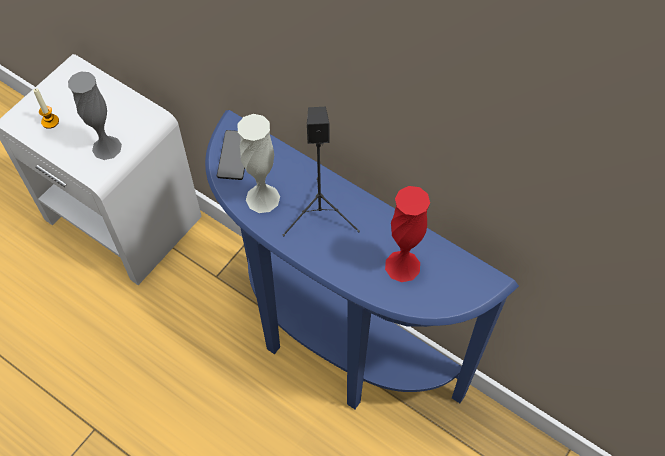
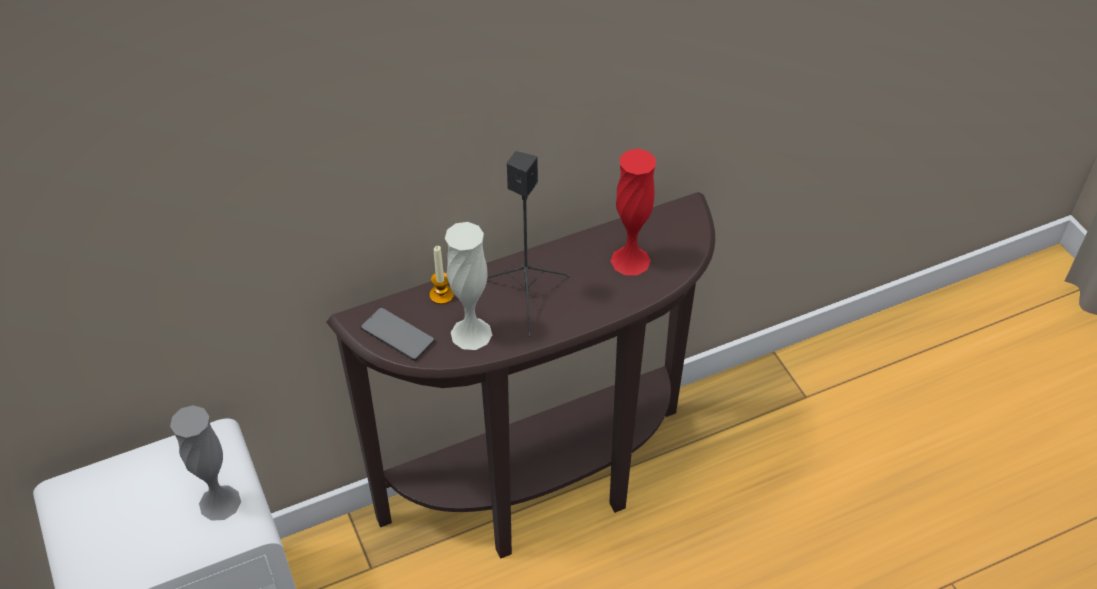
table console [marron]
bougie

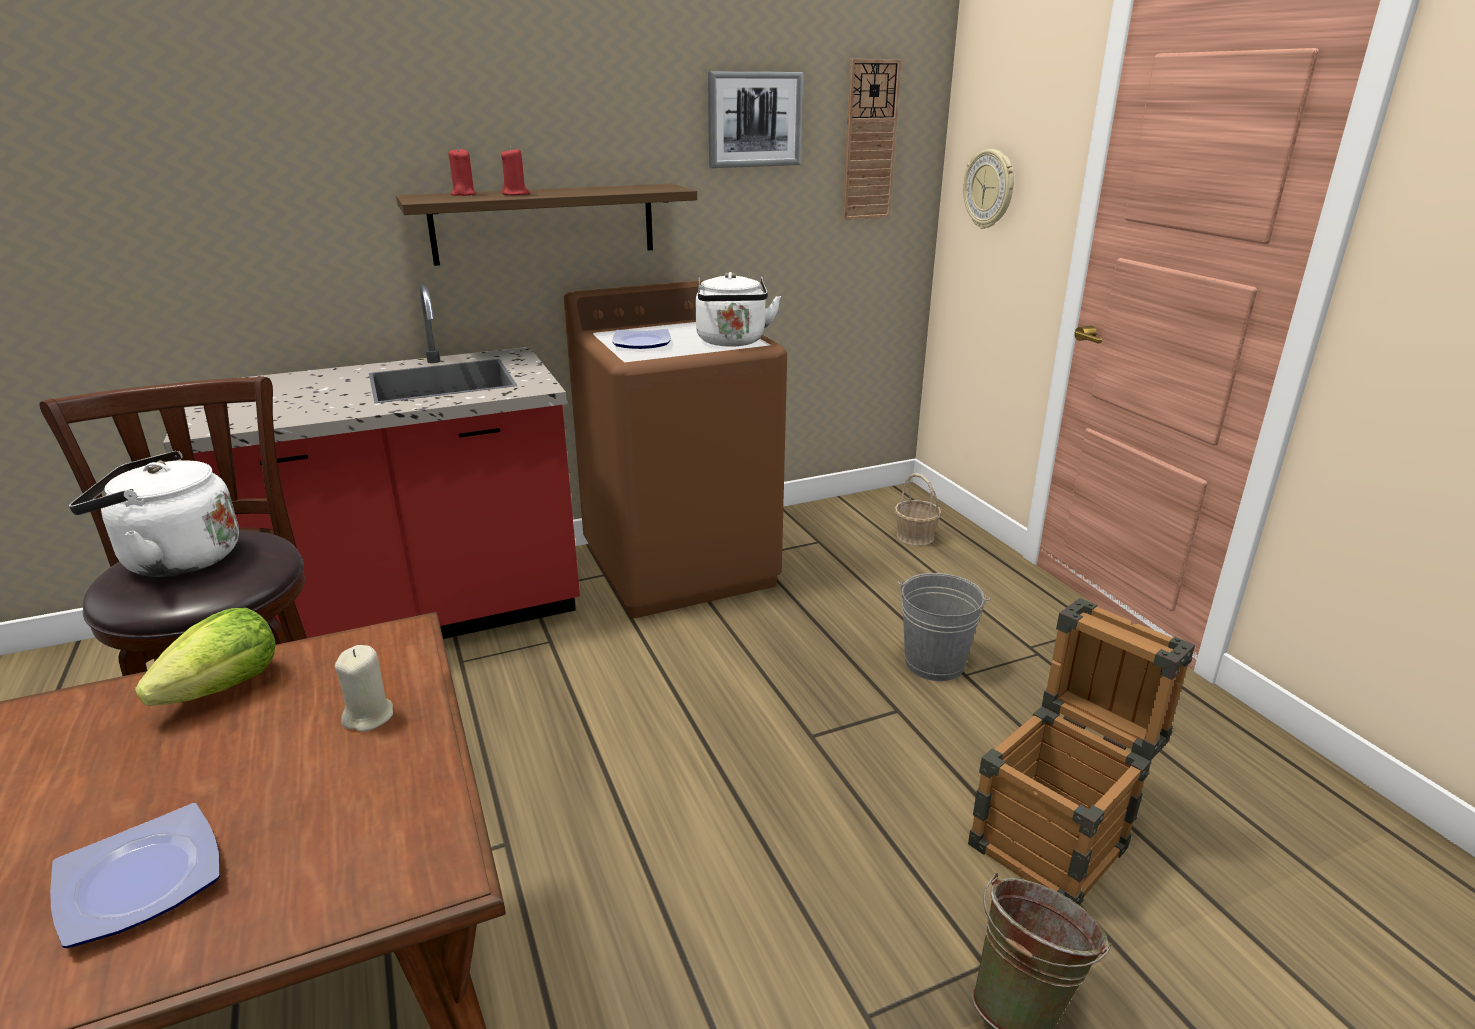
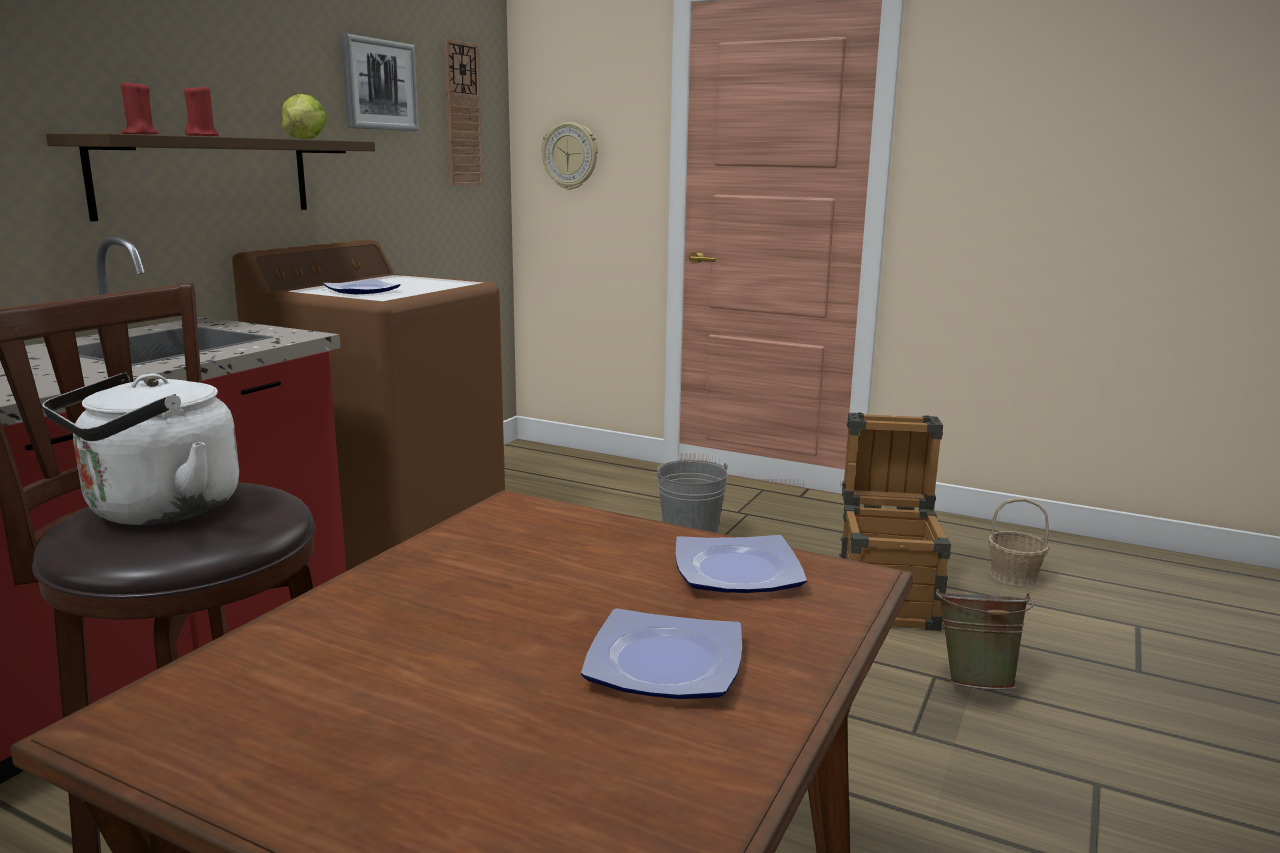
laitue
assiette (3rd from left)
panier
bougie [beige]
bouilloire [blanc] (2nd from left in the first image)

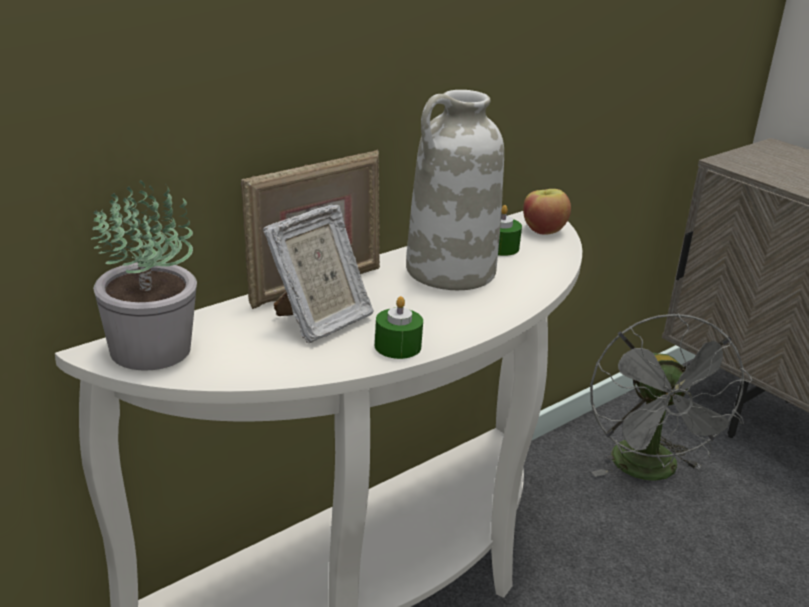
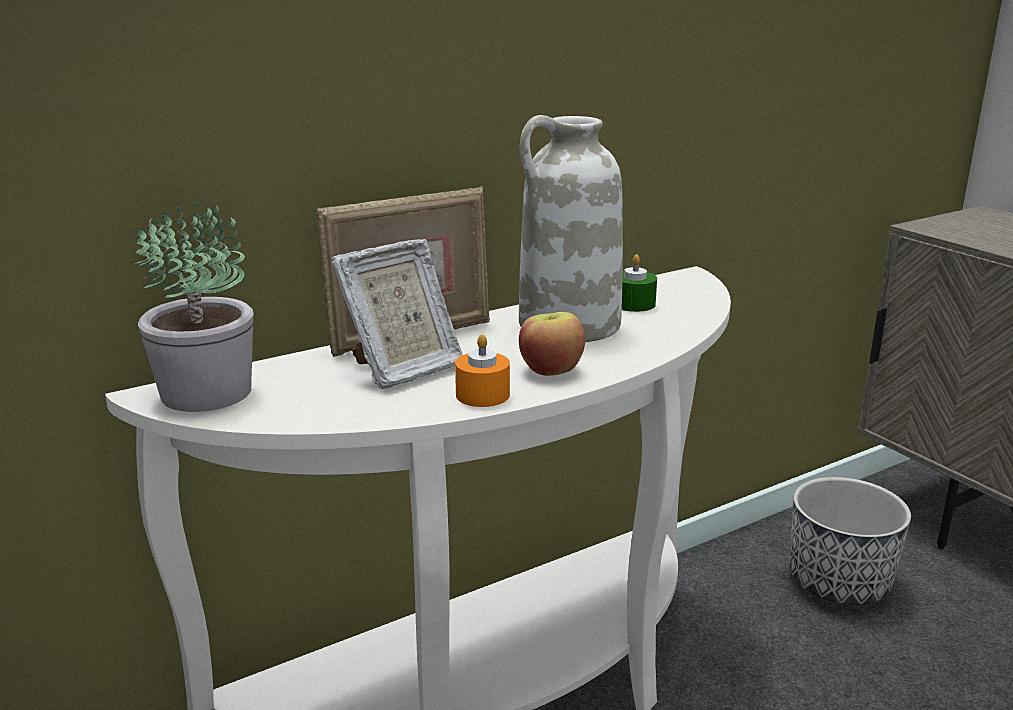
bougie [orange]
pomme
cache-pot

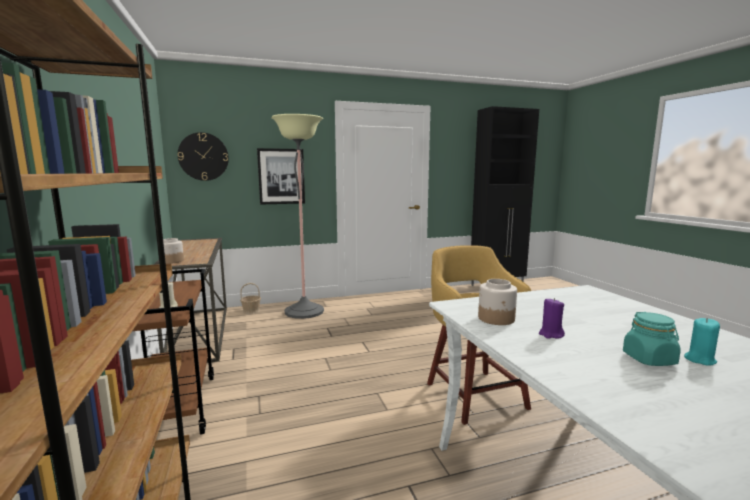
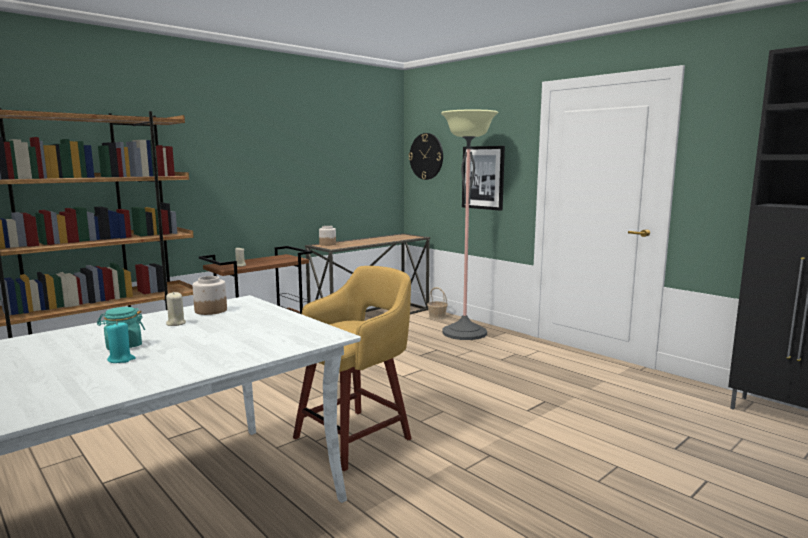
bougie [beige] (1st from left)

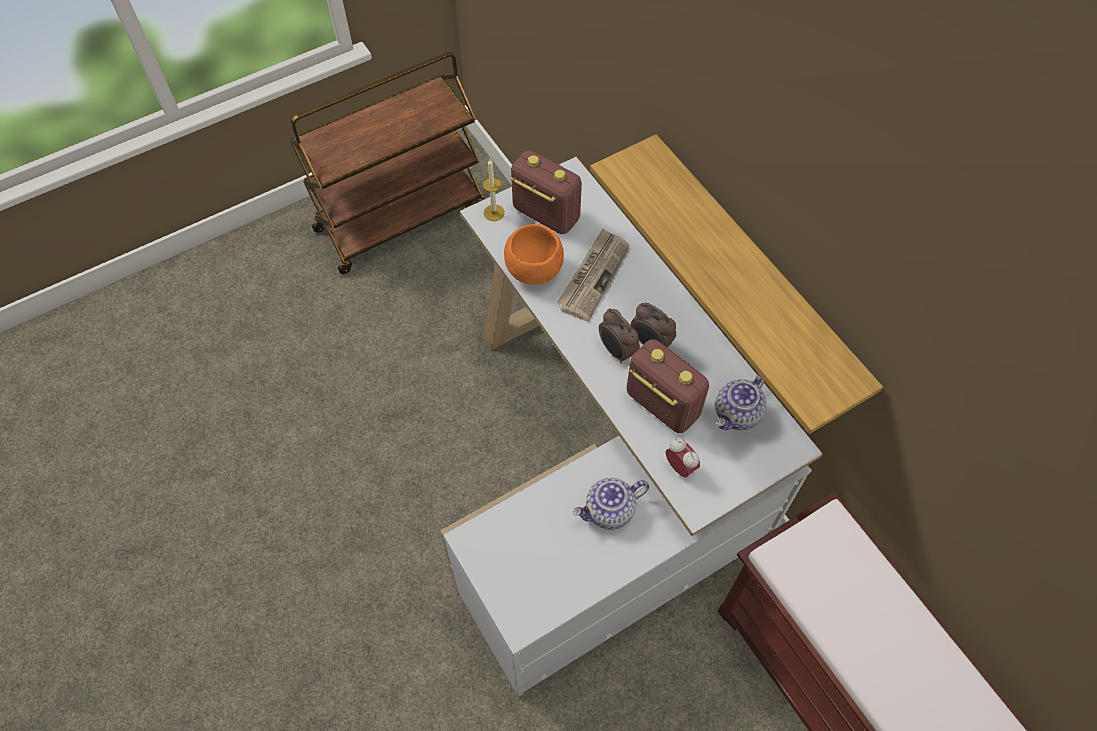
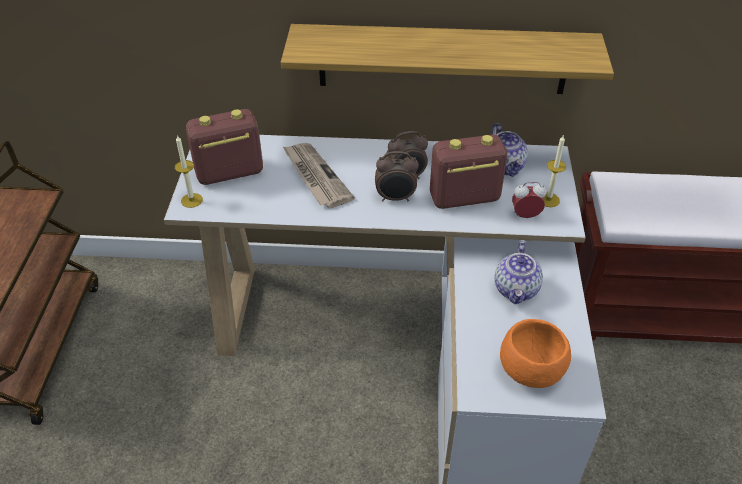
bol [orange]
bougie (2nd from left)

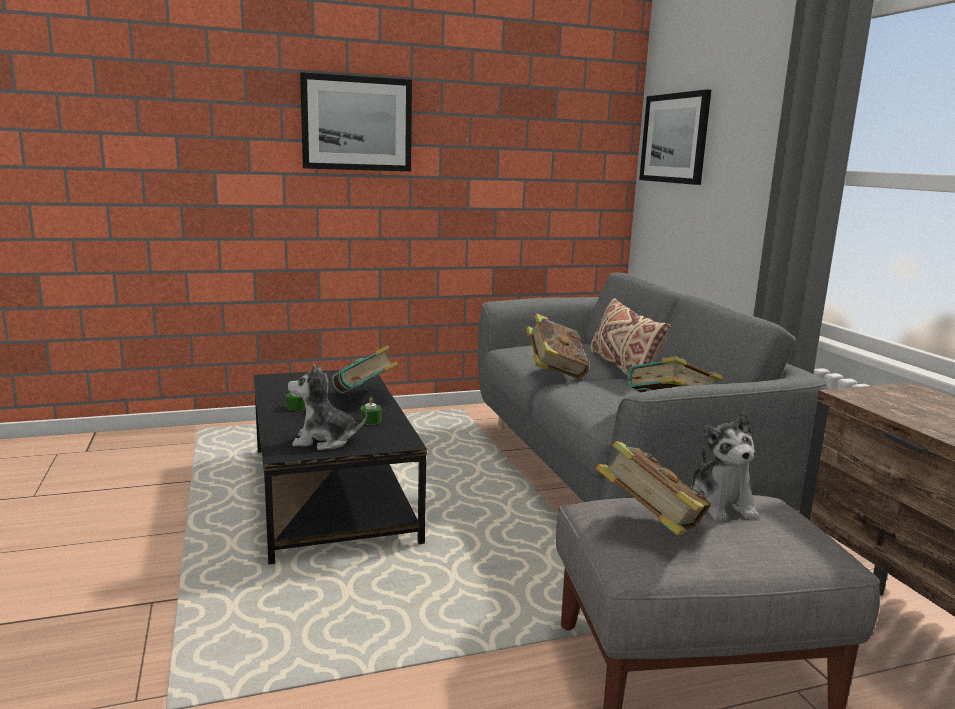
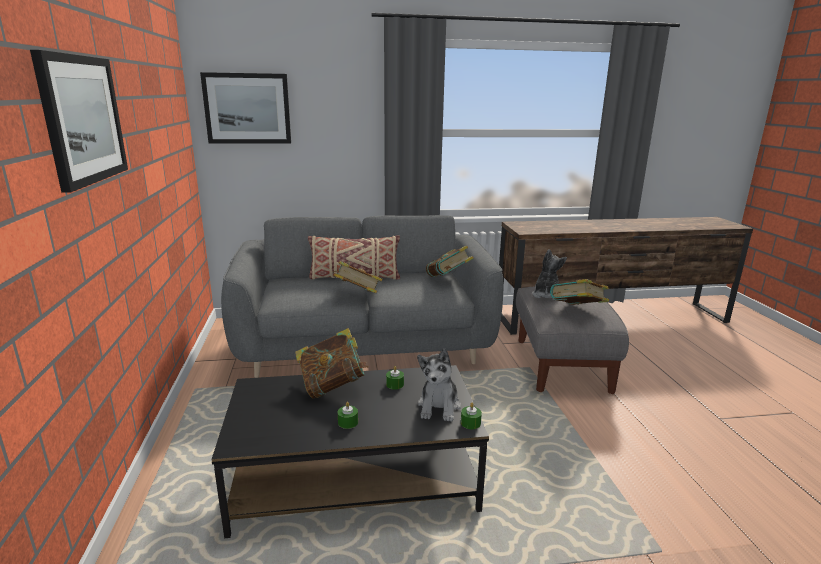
bougie [vert] (3rd from left)
peluche (2nd from left)

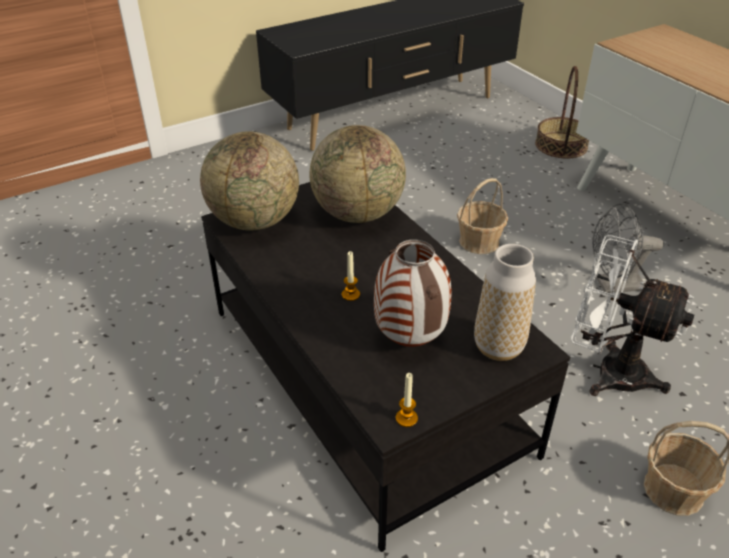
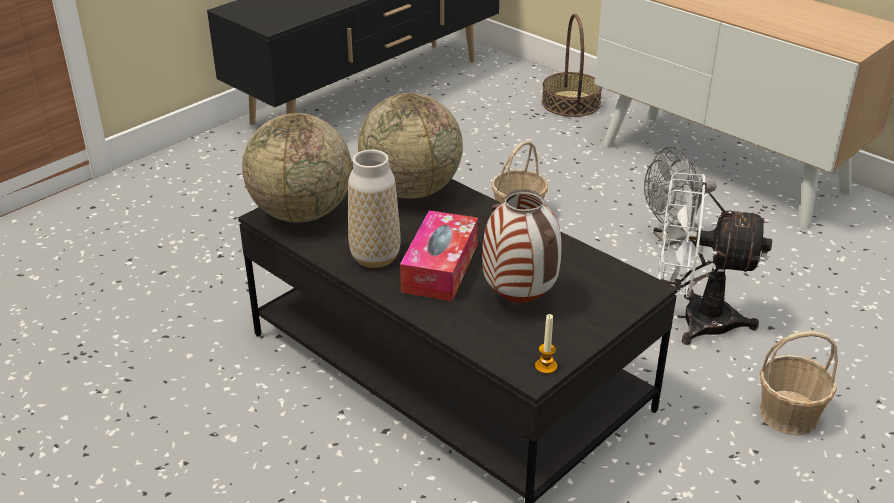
vase (1st from left)
boîte à mouchoirs

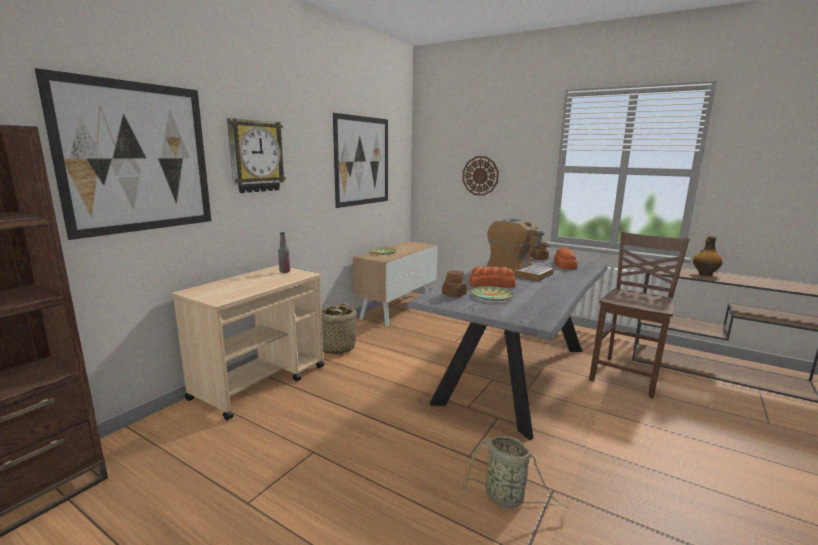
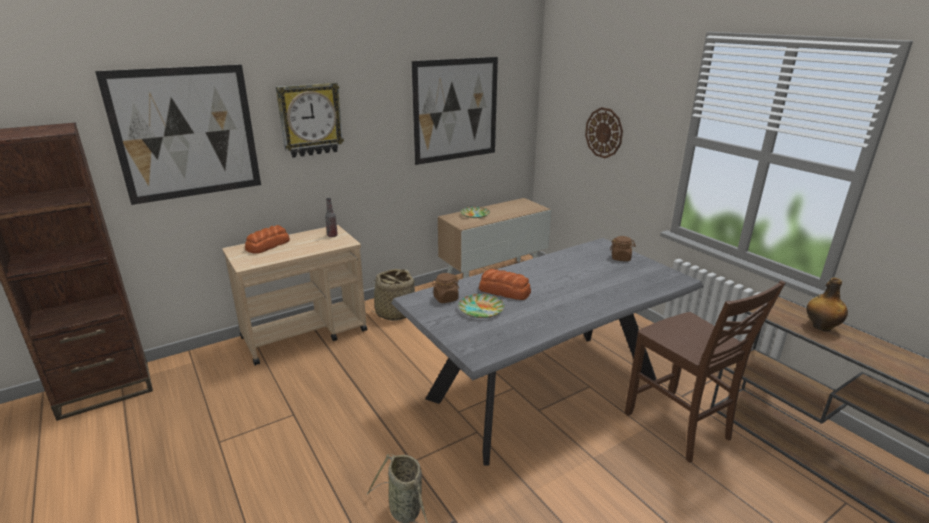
pain (1st from left)
chaise [marron]
machine à café

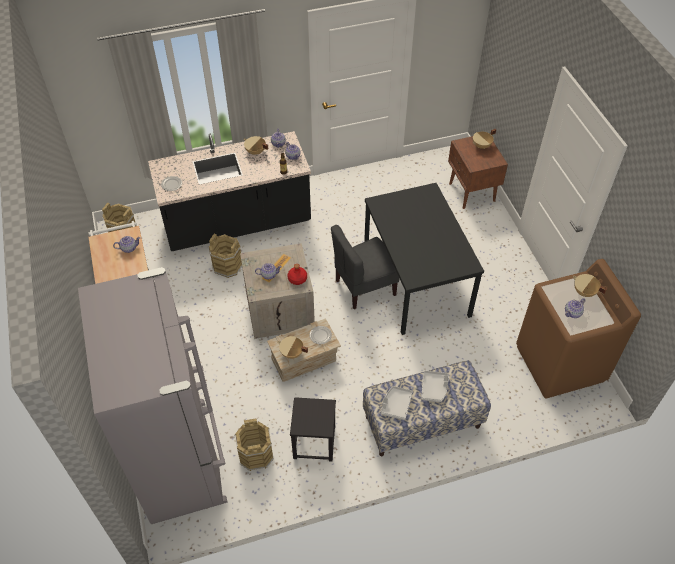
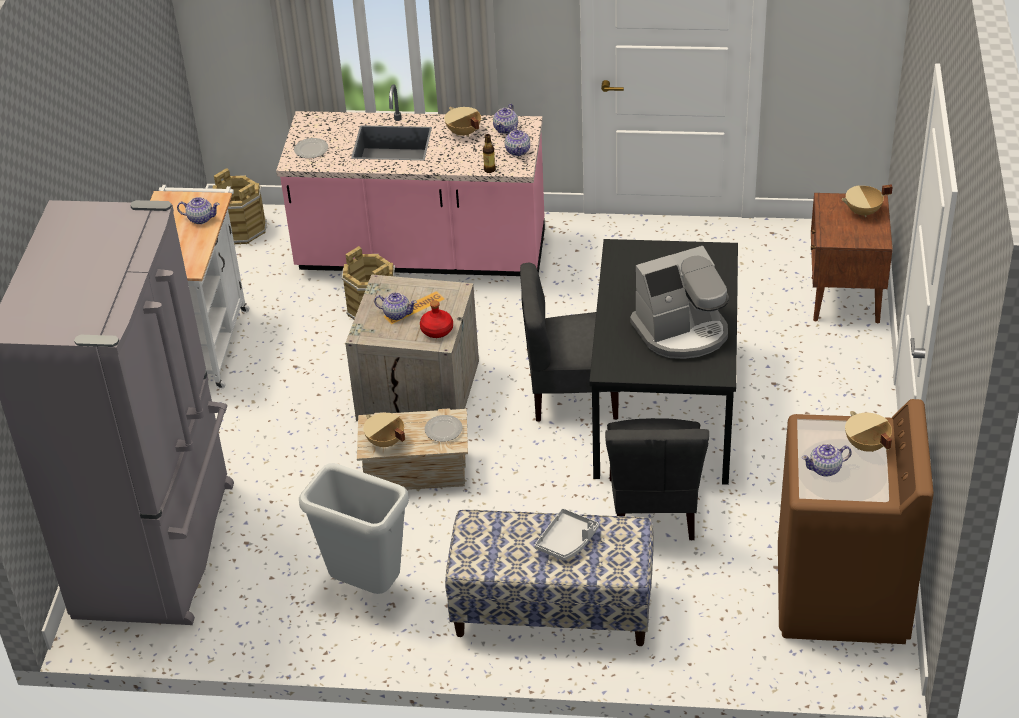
comptoir de cuisine [rose]
poubelle [gris]
chaise [gris] (2nd from left)
machine à café
seau [marron] (3rd from left in the first image)
plateau [gris] (1st from left in the first image)

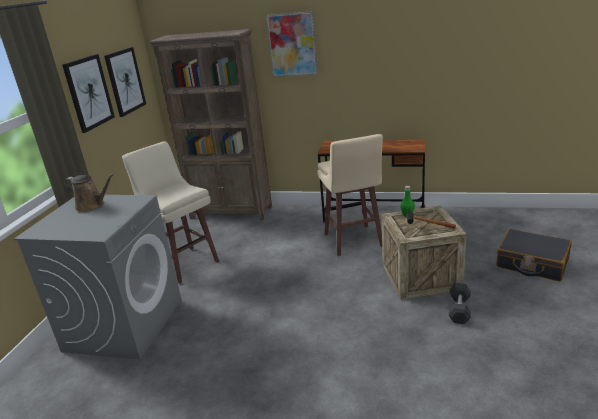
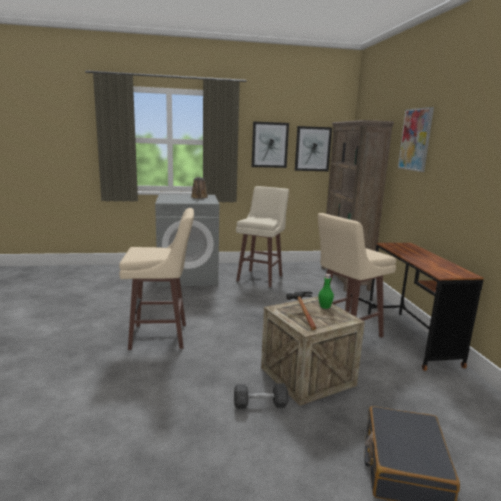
tabouret [beige] (1st from left)

